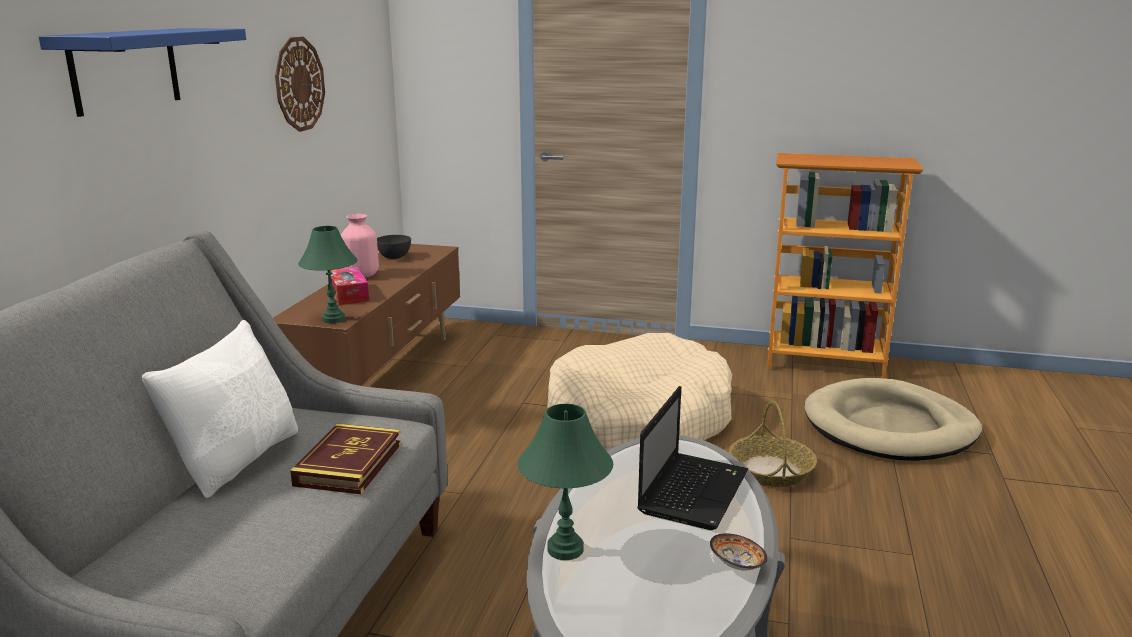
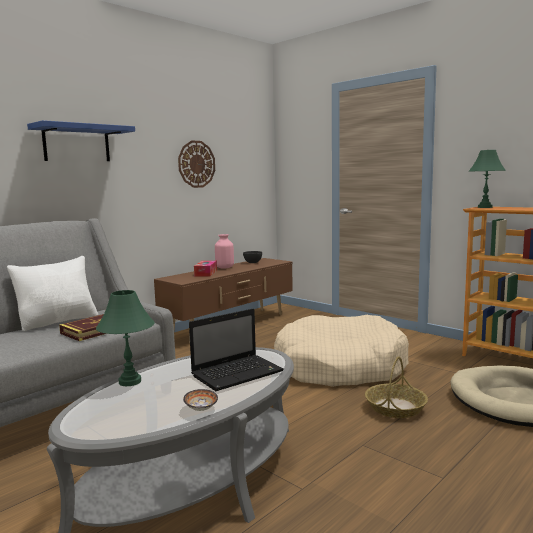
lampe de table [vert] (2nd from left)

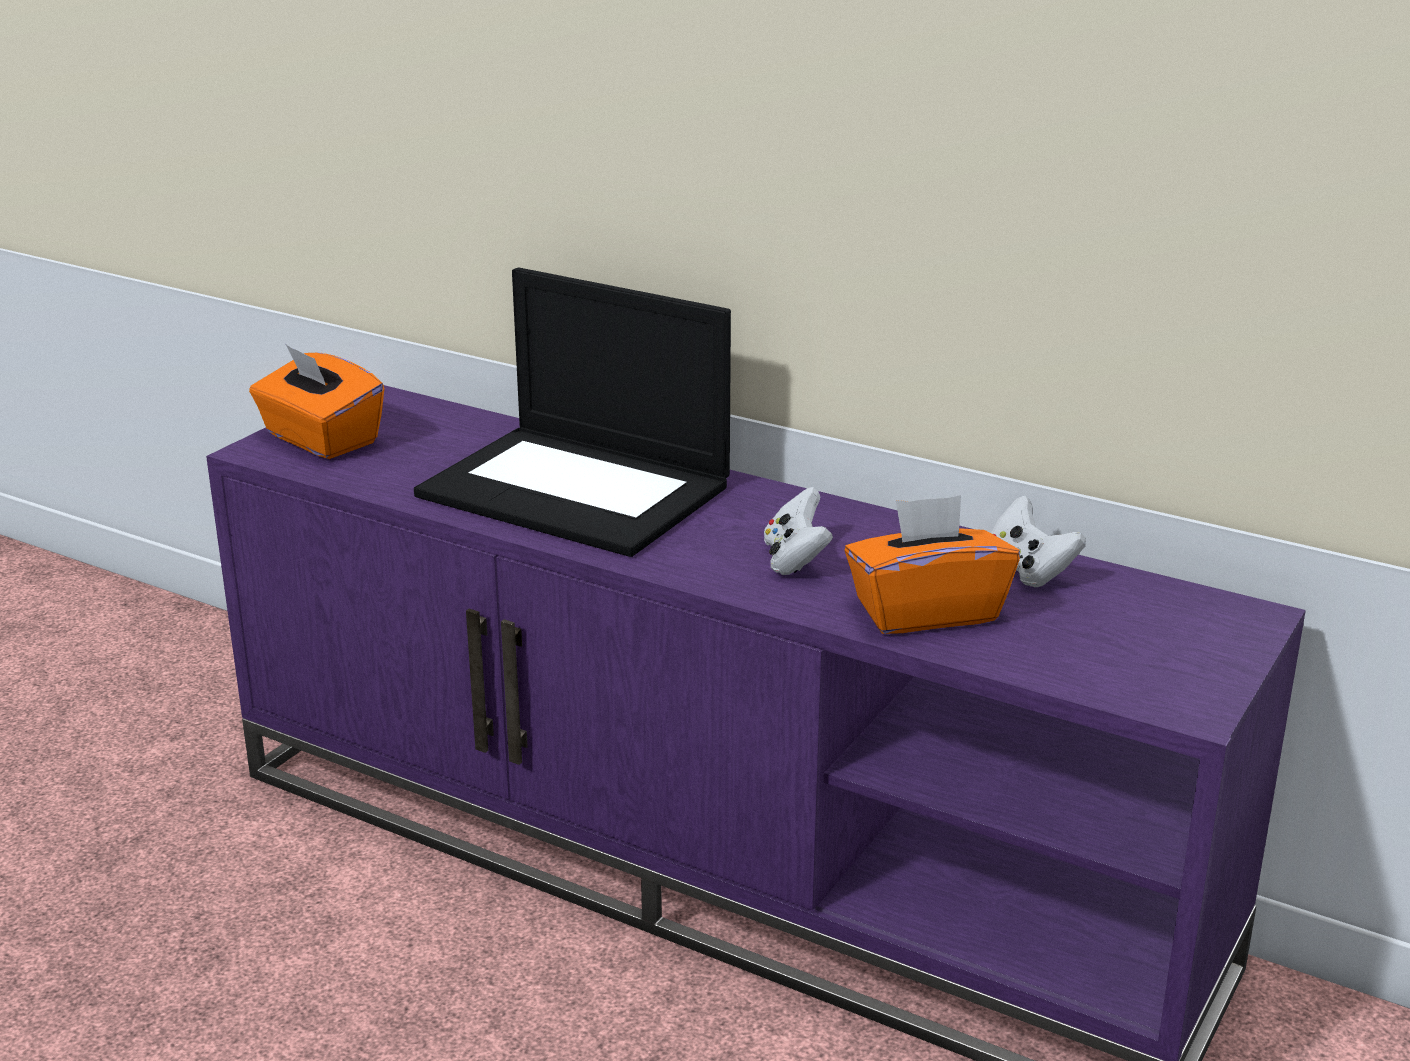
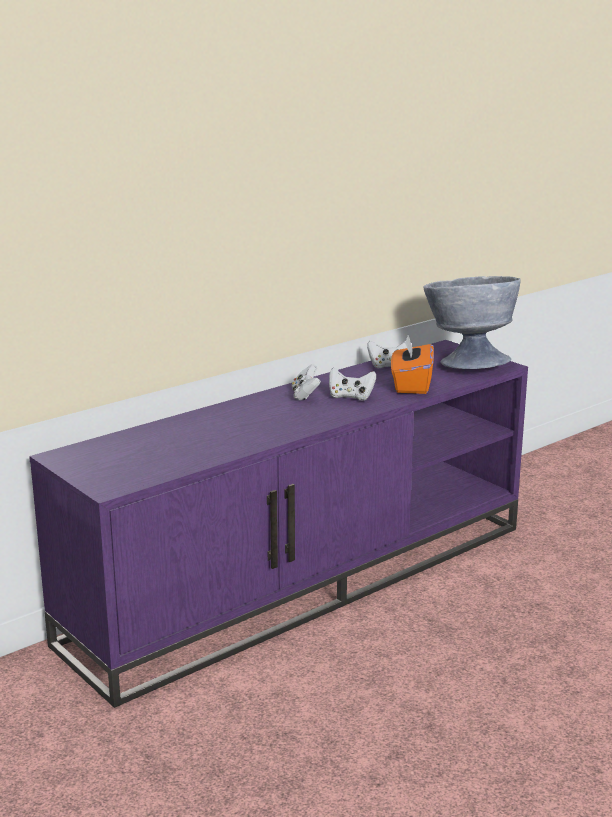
manette [blanc] (1st from left)
bol [gris]
boîte à mouchoirs [orange] (1st from left in the first image)
ordinateur portable

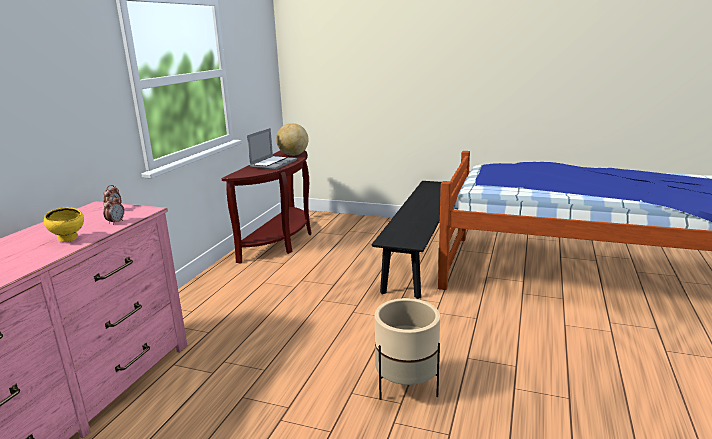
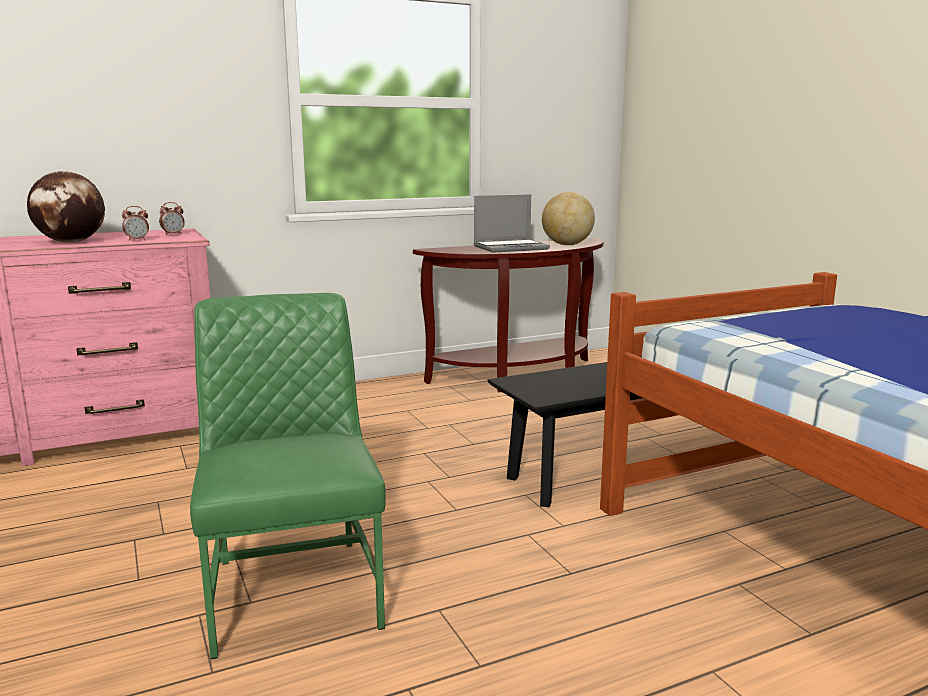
globe (1st from left)
chaise [vert]

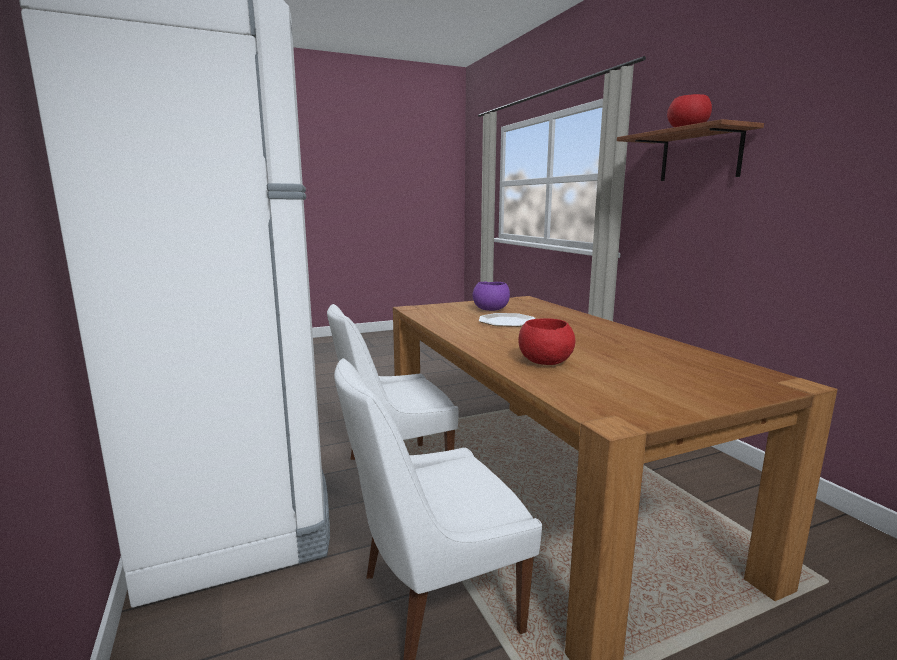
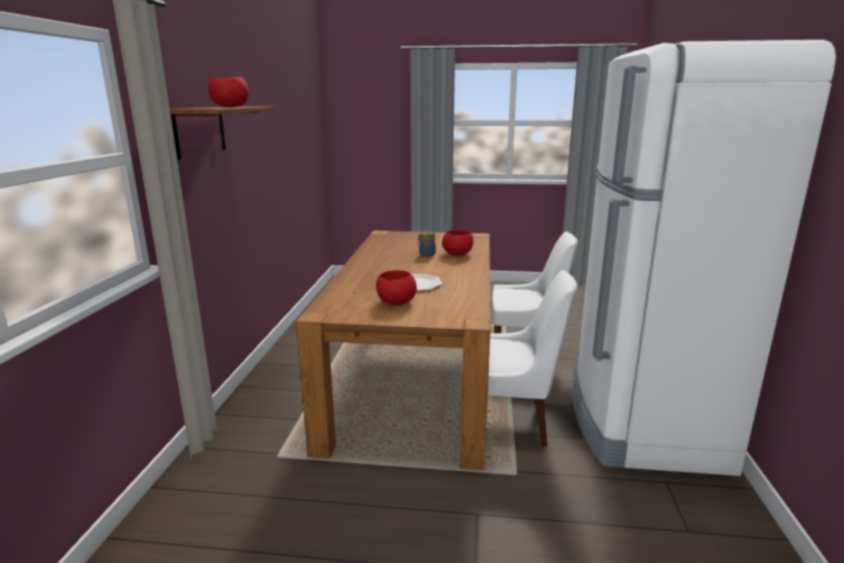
bol [rouge] (2nd from left)
bocal

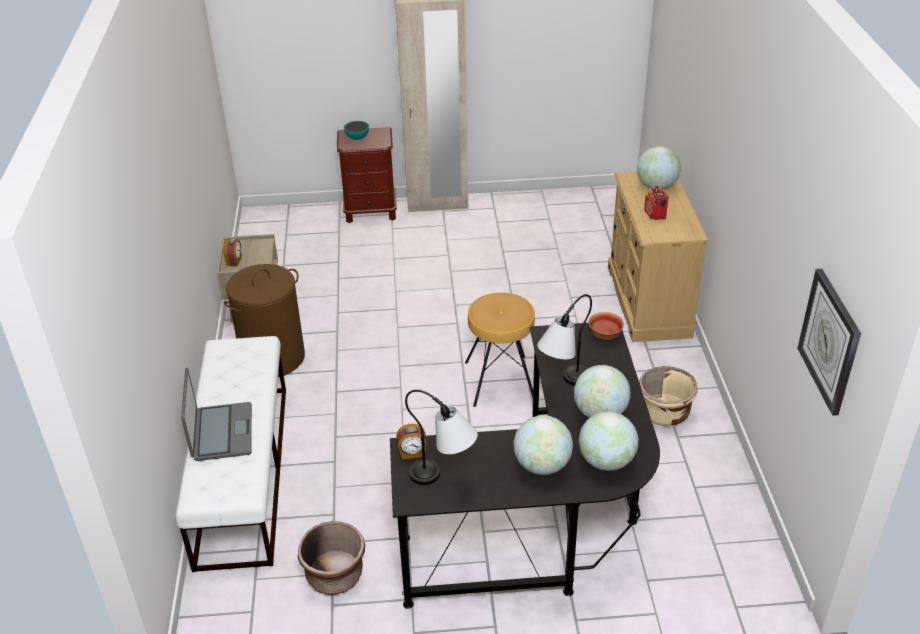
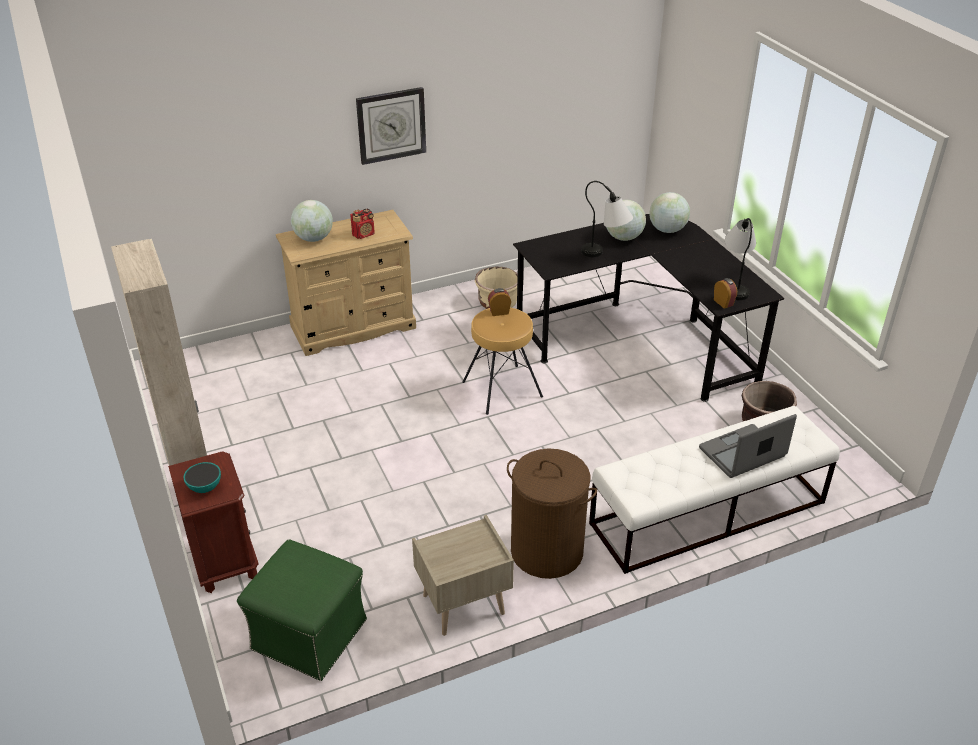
pouf [vert]
horloge murale
réveil (1st from left)
globe (1st from left in the first image)
bol (2nd from left in the first image)

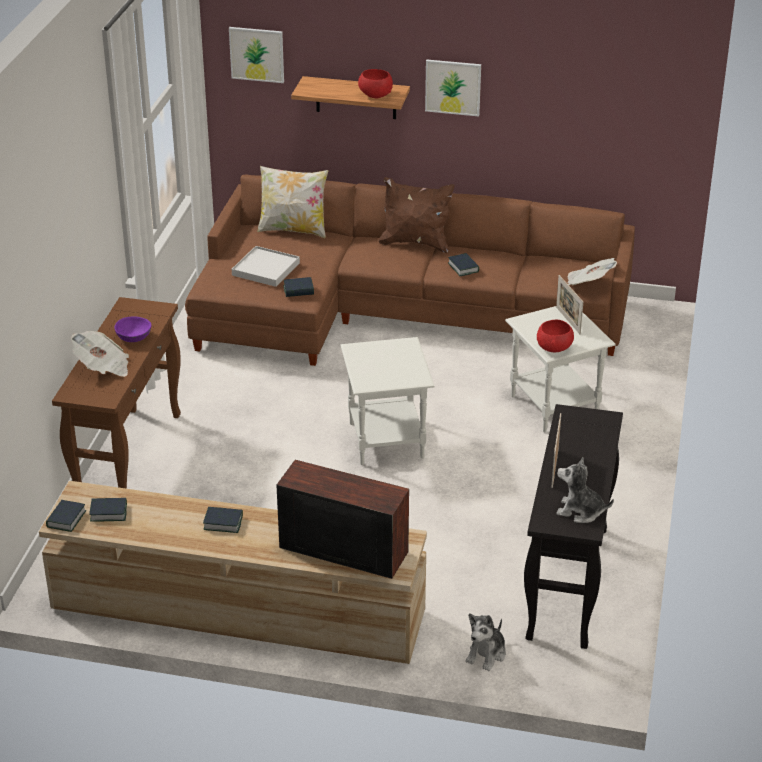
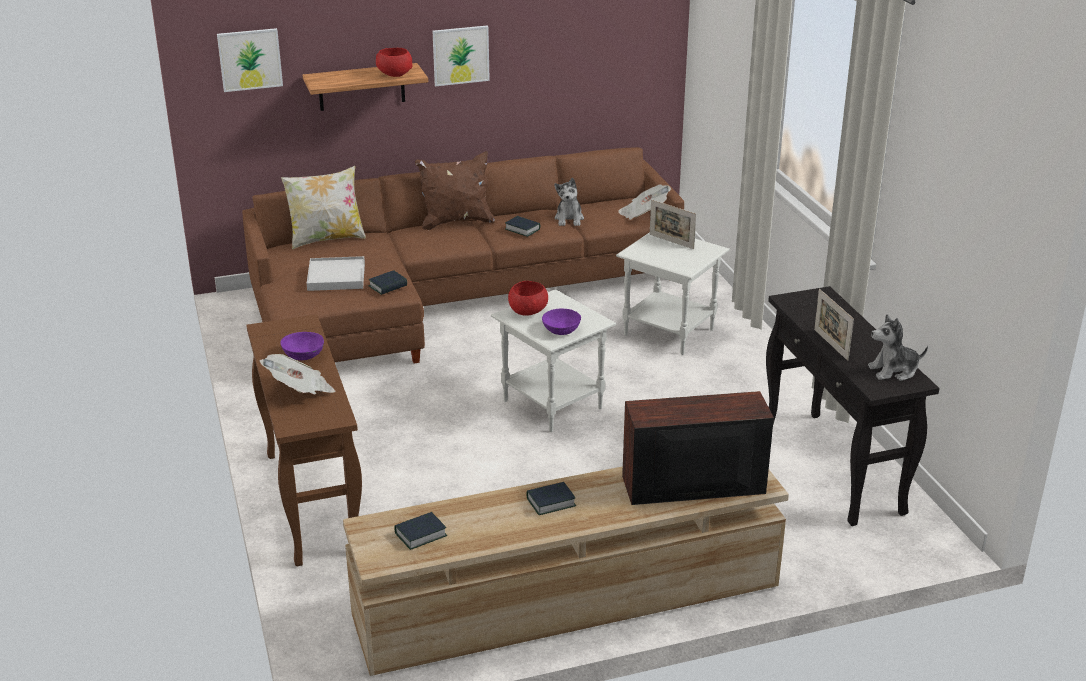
bol [rouge] (2nd from left)
bol [violet] (2nd from left)
peluche (1st from left)
livre (1st from left in the first image)

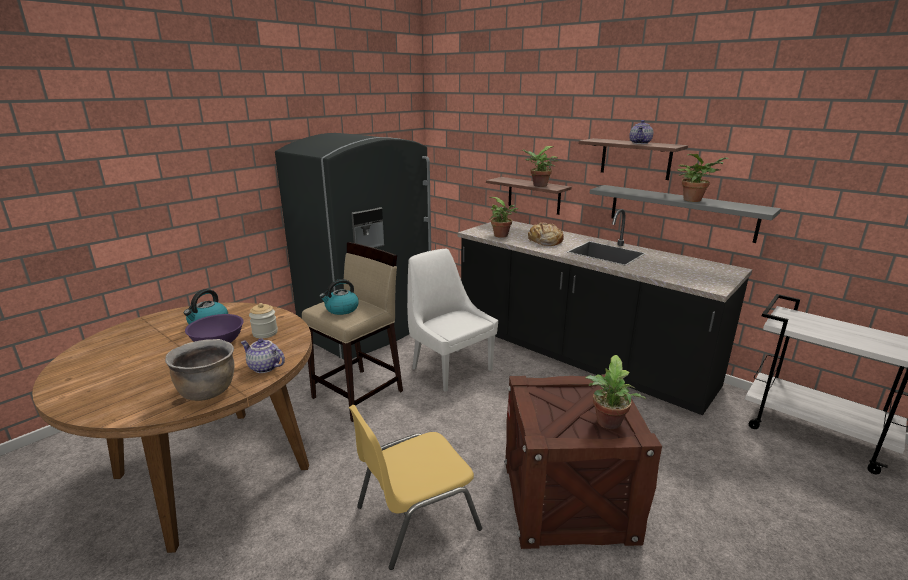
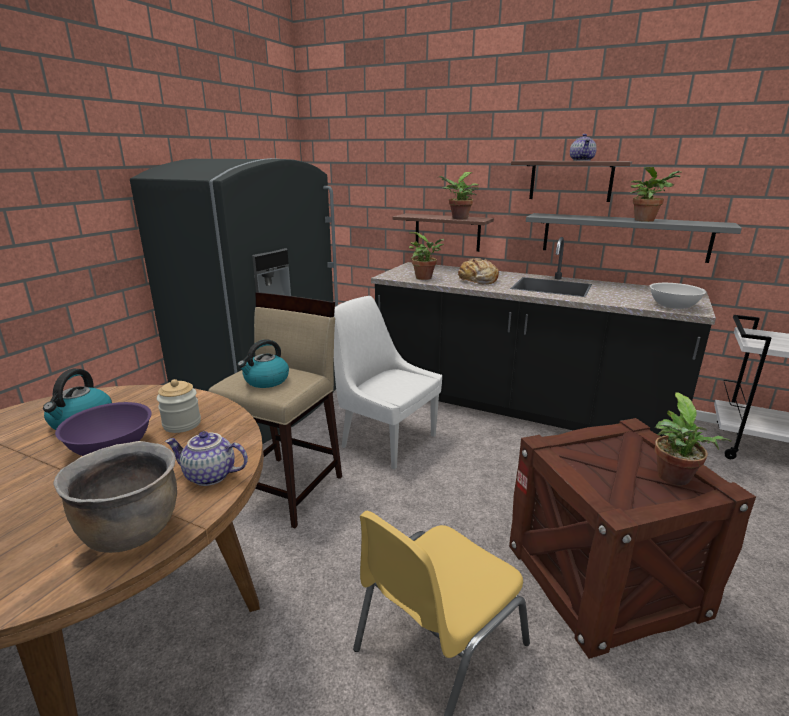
bol [blanc]

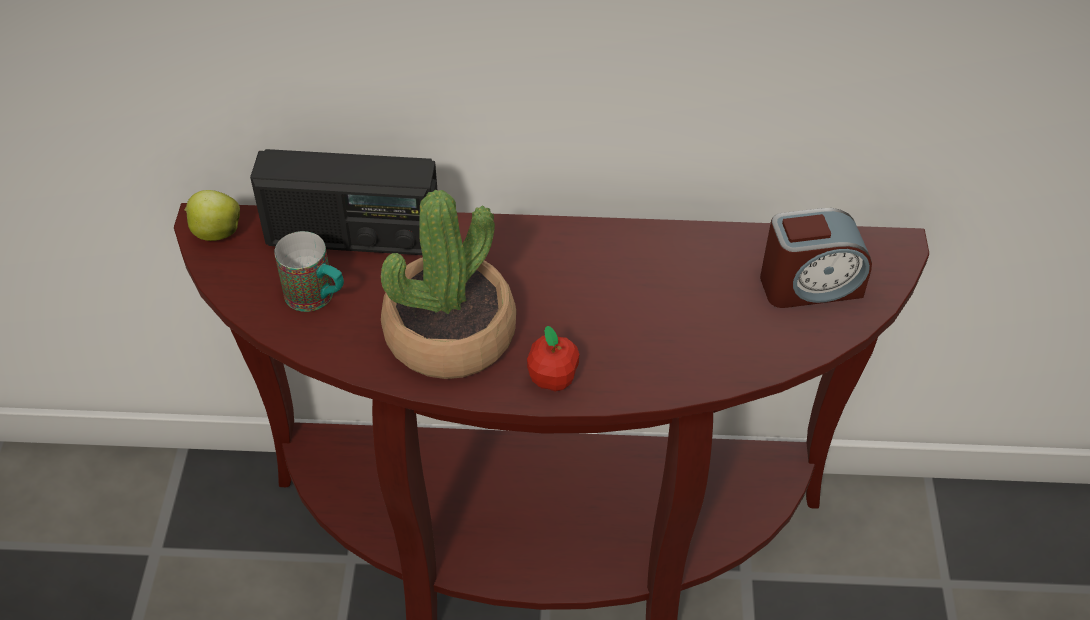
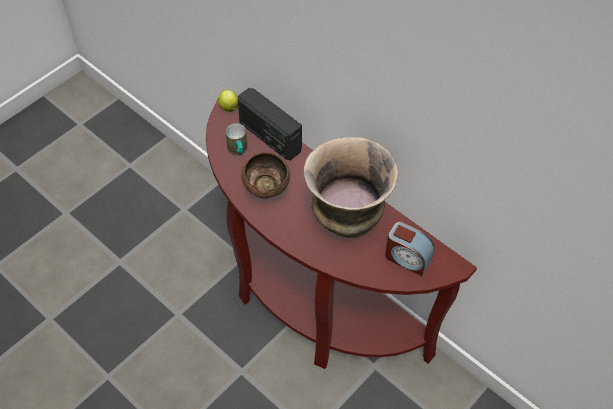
bol [marron]
vase
pomme (2nd from left in the first image)

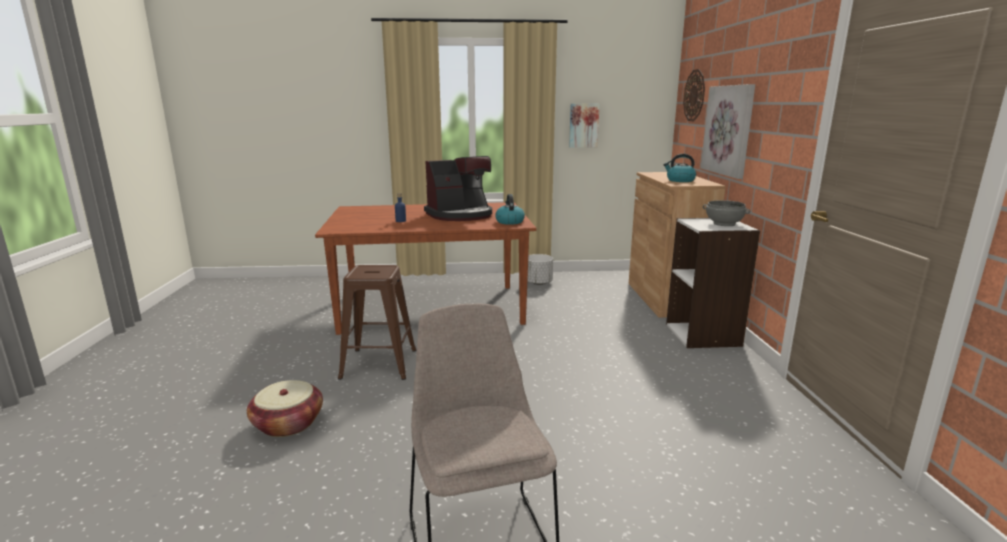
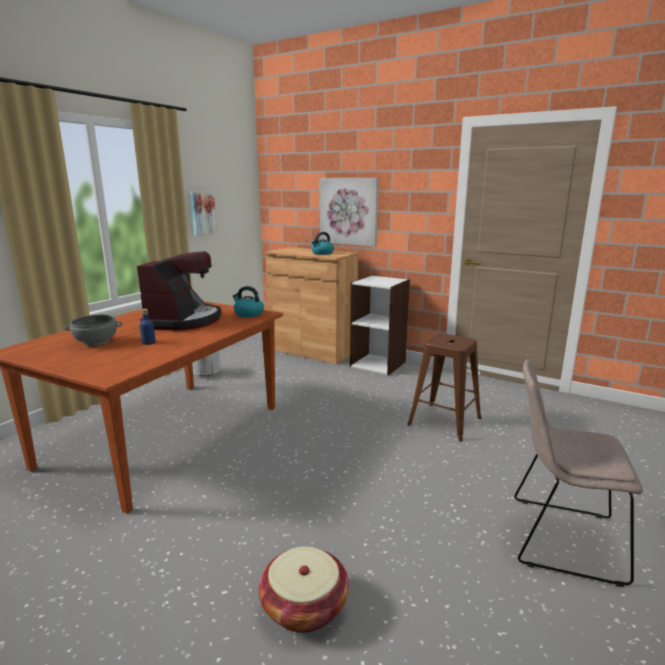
bol [gris]
tabouret [marron]
horloge murale

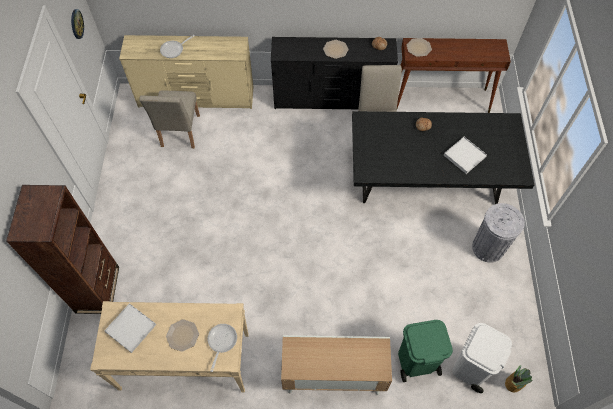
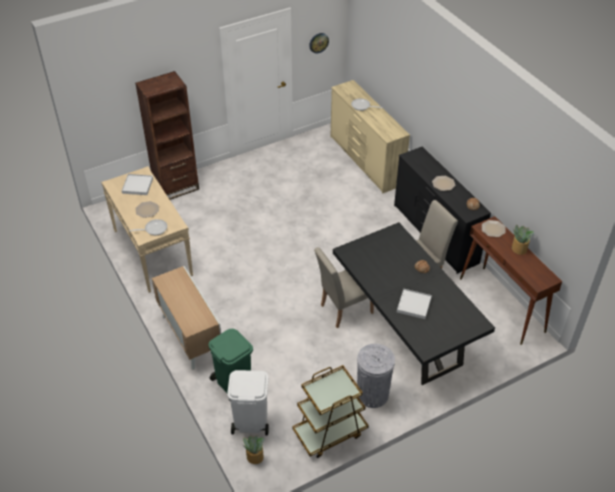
chariot [marron]
chaise [beige] (1st from left)
plante en pot (2nd from left)

